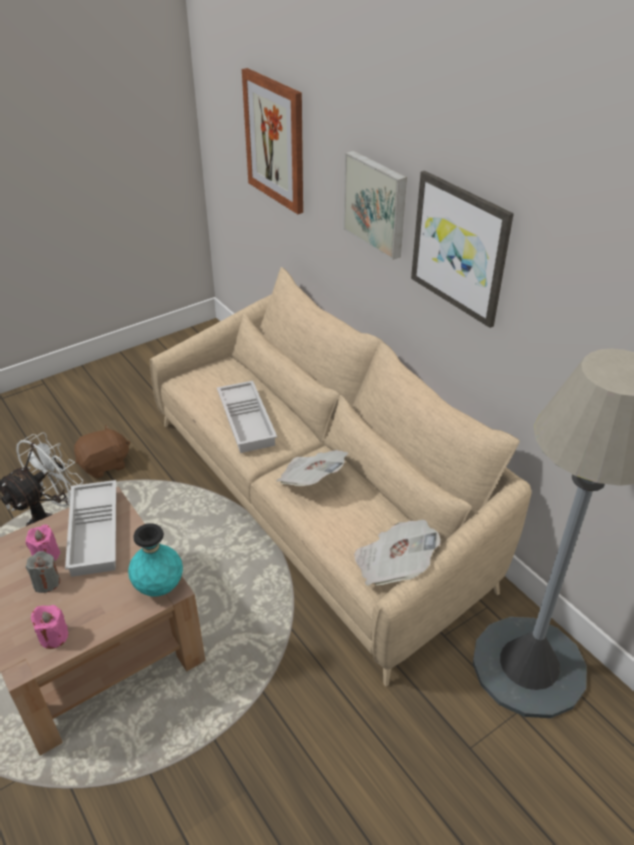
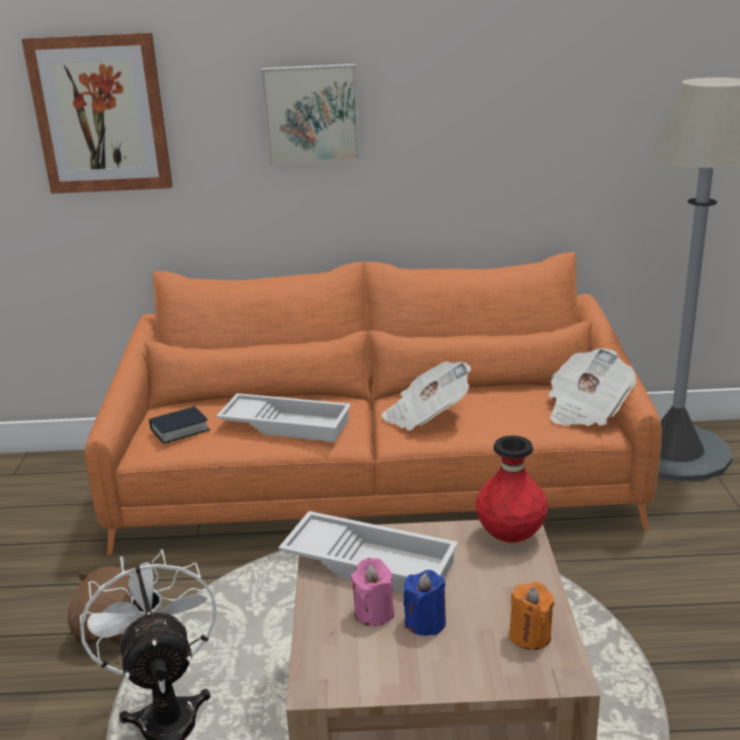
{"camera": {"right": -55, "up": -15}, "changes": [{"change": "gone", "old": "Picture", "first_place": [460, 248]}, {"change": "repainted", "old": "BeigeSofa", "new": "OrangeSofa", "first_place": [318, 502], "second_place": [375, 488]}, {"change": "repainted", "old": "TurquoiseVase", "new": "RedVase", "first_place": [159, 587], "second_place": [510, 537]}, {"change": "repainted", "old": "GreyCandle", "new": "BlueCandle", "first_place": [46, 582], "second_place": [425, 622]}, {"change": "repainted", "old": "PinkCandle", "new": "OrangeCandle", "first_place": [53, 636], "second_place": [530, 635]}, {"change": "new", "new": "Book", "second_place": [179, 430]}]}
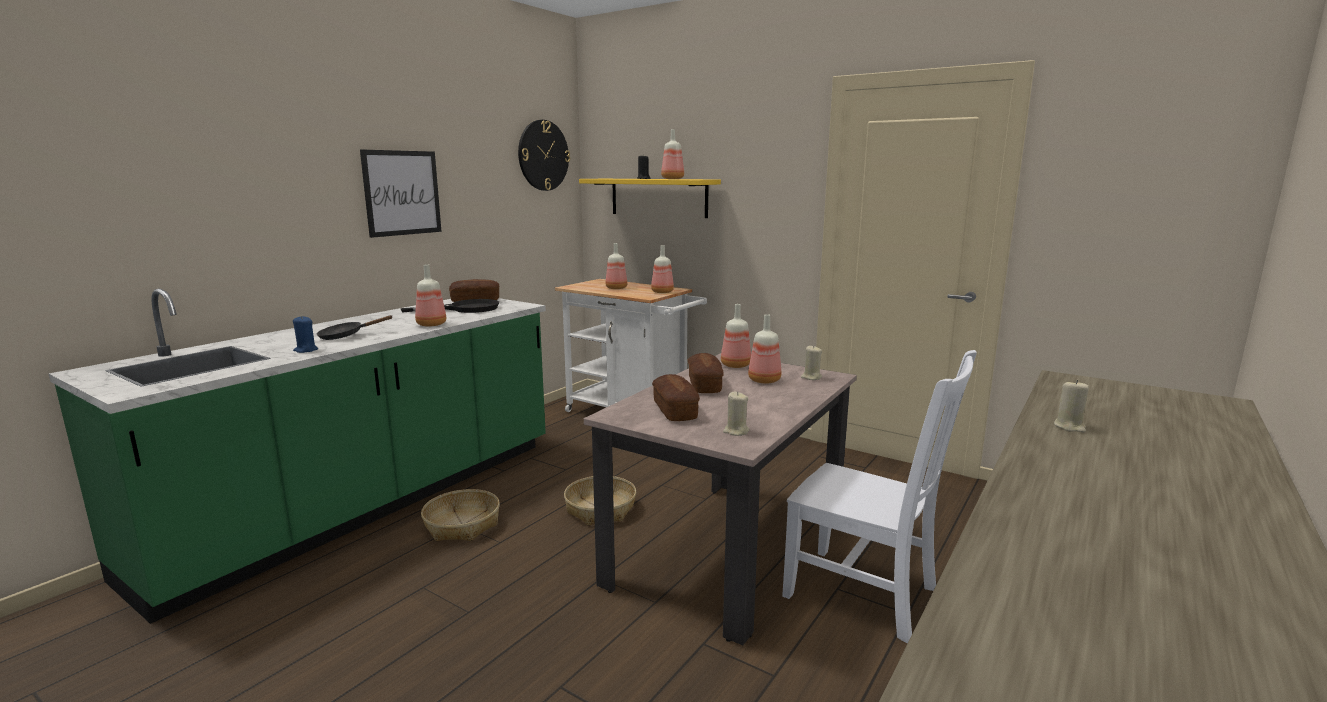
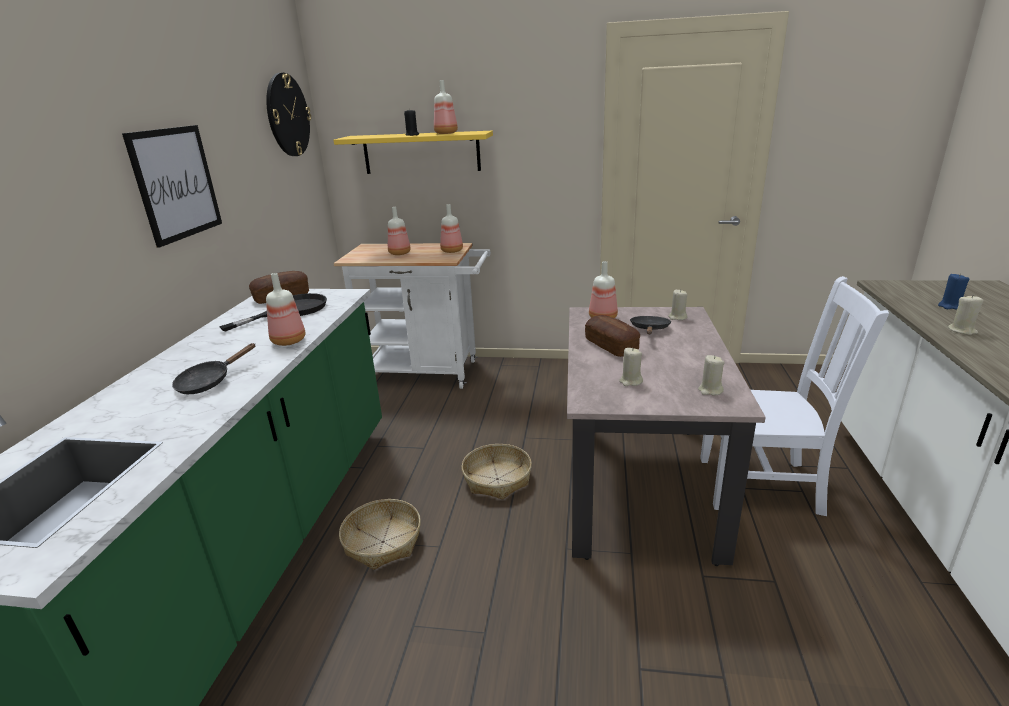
{"camera": {"right": -25, "up": 10}, "changes": [{"change": "swapped", "old": "Bottle", "new": "BlackFryingPan", "first_place": [765, 381], "second_place": [650, 329]}, {"change": "shifted", "old": "BlueCandle", "first_place": [306, 350], "second_place": [950, 306]}, {"change": "swapped", "old": "Bread", "new": "BeigeCandle", "first_place": [675, 410], "second_place": [630, 381]}]}
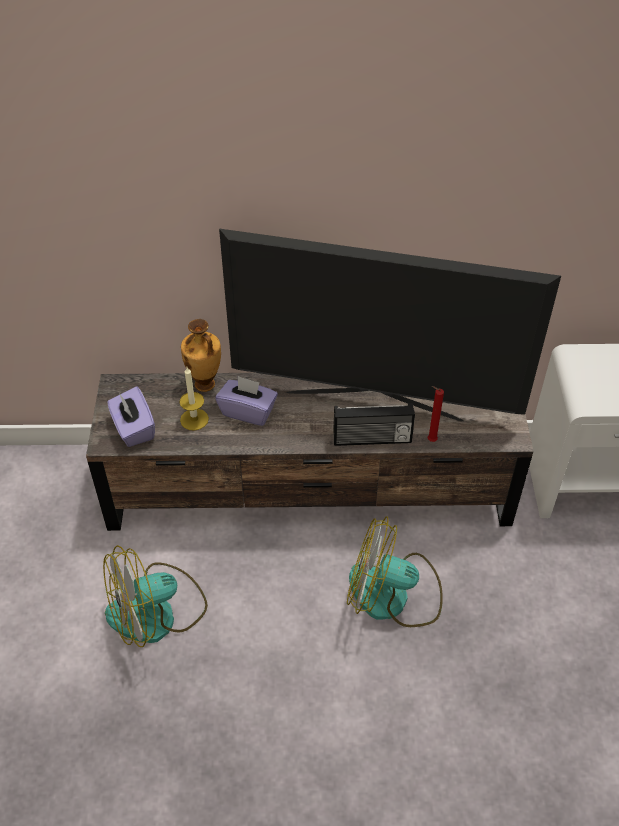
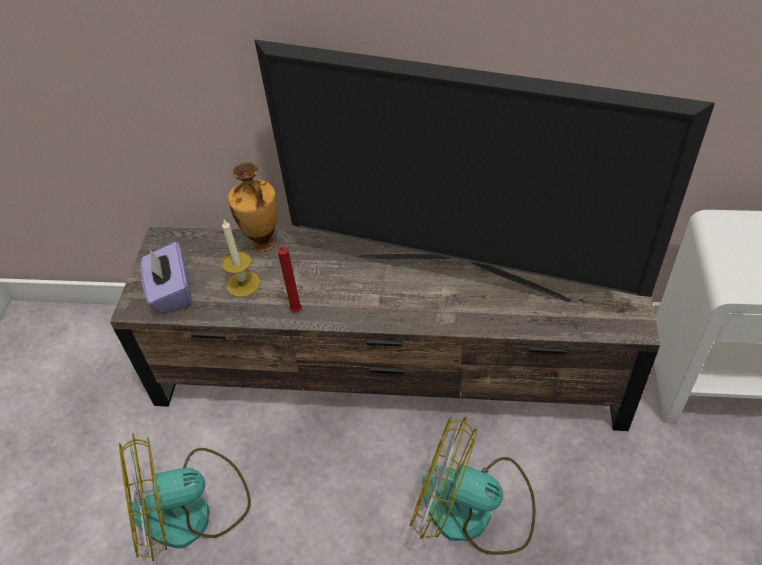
{"camera": {"right": 10, "up": 0}, "changes": [{"change": "gone", "old": "PurpleTissueBox", "first_place": [248, 411]}, {"change": "shifted", "old": "RedCandle", "first_place": [430, 440], "second_place": [294, 311]}, {"change": "gone", "old": "Radio", "first_place": [372, 440]}]}
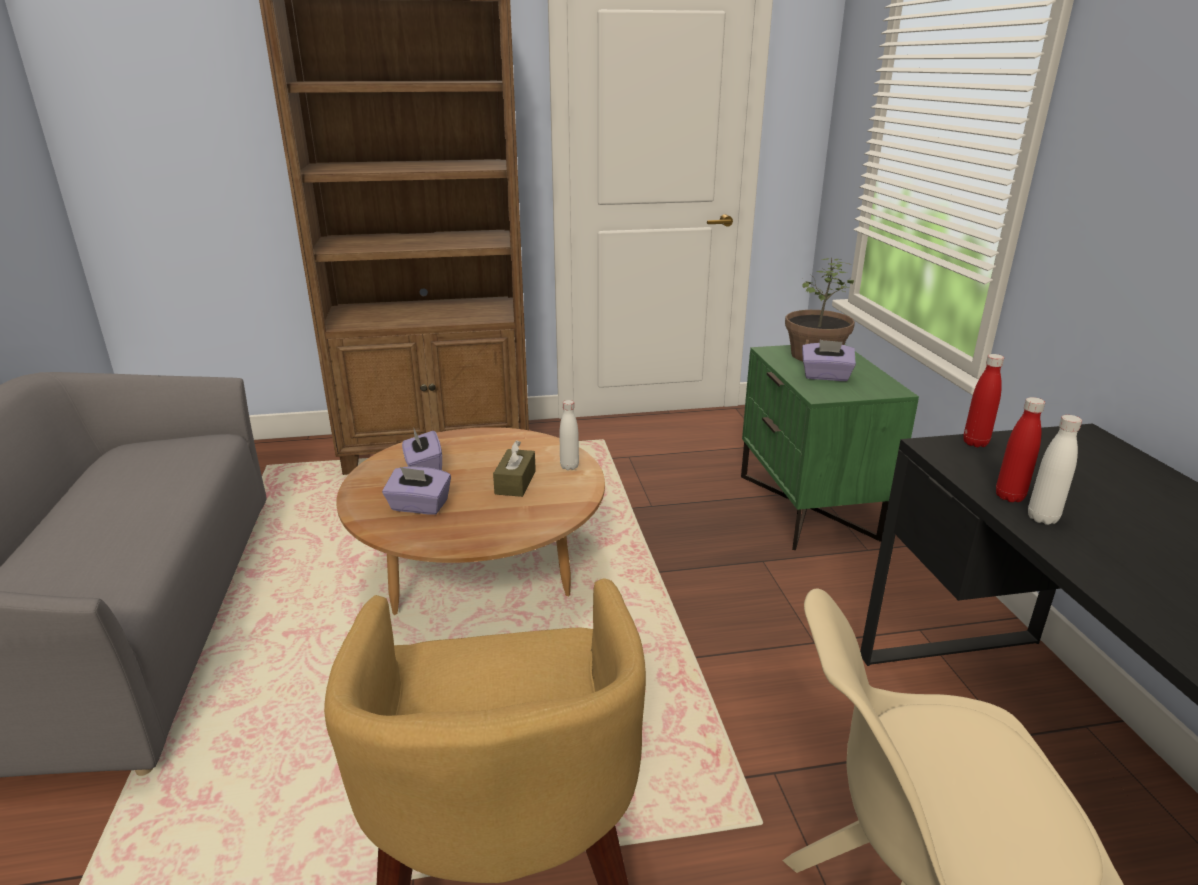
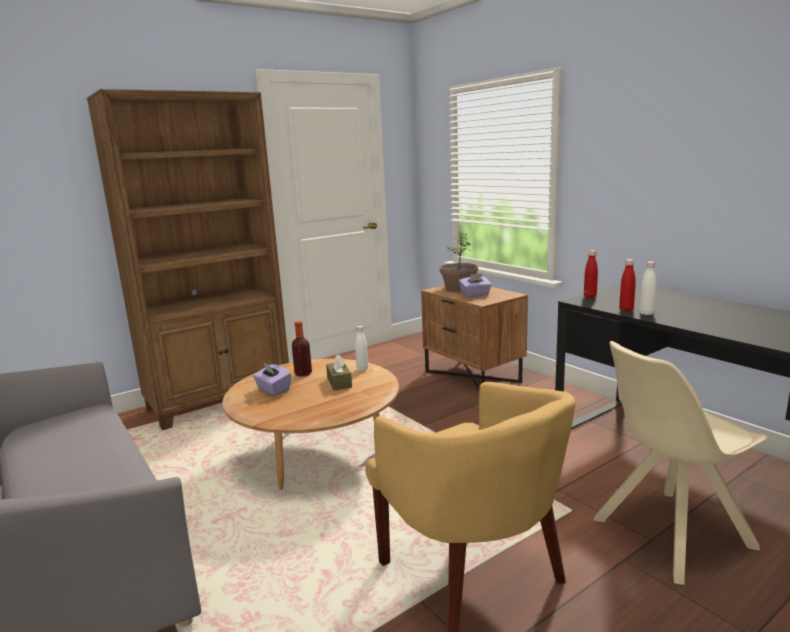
{"camera": {"right": -25, "up": -10}, "changes": [{"change": "repainted", "old": "GreenNightstand", "new": "BrownNightstand", "first_place": [809, 506], "second_place": [473, 376]}, {"change": "gone", "old": "PurpleTissueBox", "first_place": [419, 506]}, {"change": "new", "new": "Bottle", "second_place": [303, 373]}]}
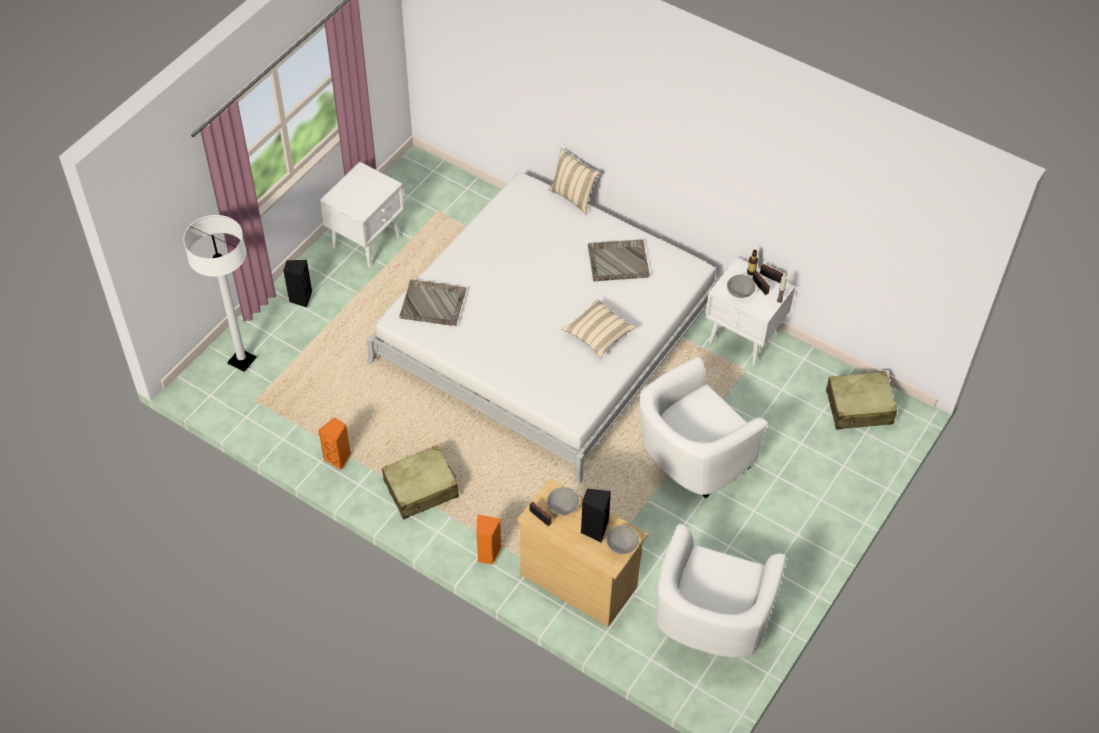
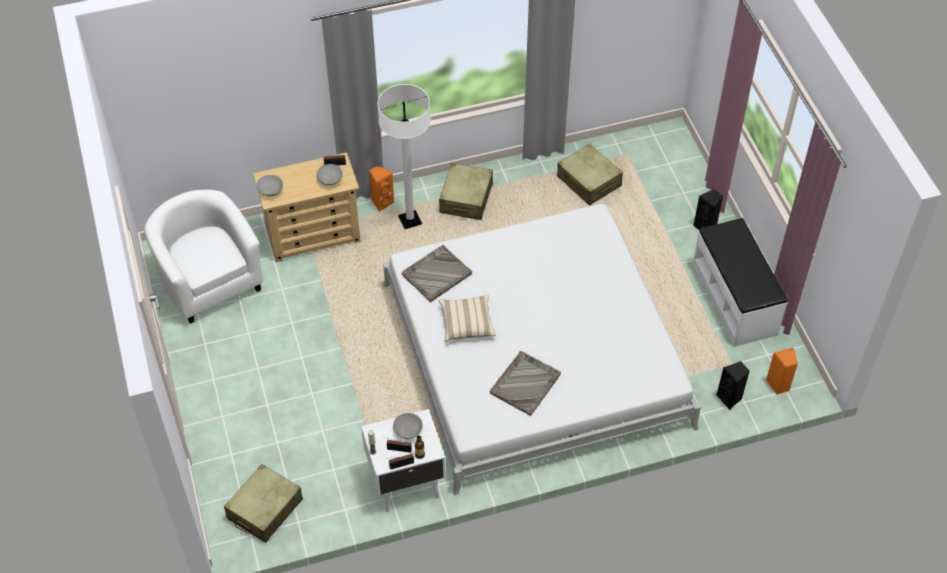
{"camera": {"right": 130, "up": 0}, "changes": [{"change": "gone", "old": "BeigePillow", "first_place": [573, 197]}, {"change": "swapped", "old": "WhiteNightstand", "new": "WhiteBench", "first_place": [367, 241], "second_place": [735, 299]}, {"change": "shifted", "old": "WhiteFloorLamp", "first_place": [242, 361], "second_place": [410, 220]}, {"change": "shifted", "old": "GreyTray", "first_place": [433, 304], "second_place": [436, 274]}, {"change": "gone", "old": "WhiteArmchair", "first_place": [690, 459]}, {"change": "shifted", "old": "OrangeSpeaker", "first_place": [338, 458], "second_place": [778, 385]}, {"change": "shifted", "old": "BlackSpeaker", "first_place": [594, 529], "second_place": [730, 398]}, {"change": "new", "new": "BeigeSuitcase", "second_place": [589, 181]}]}
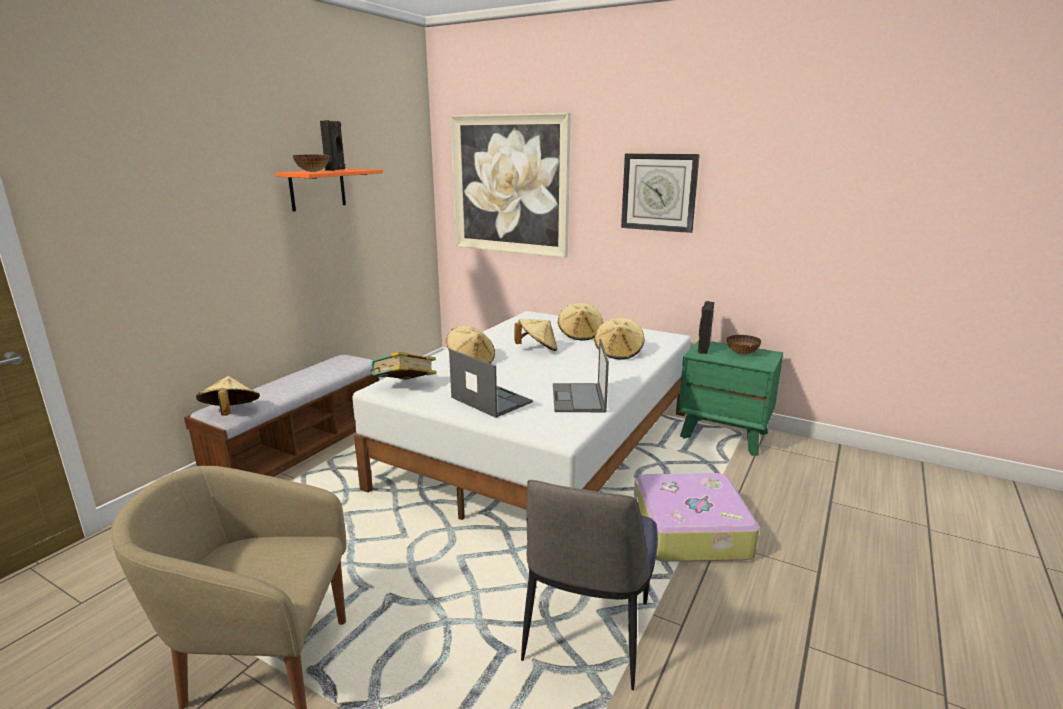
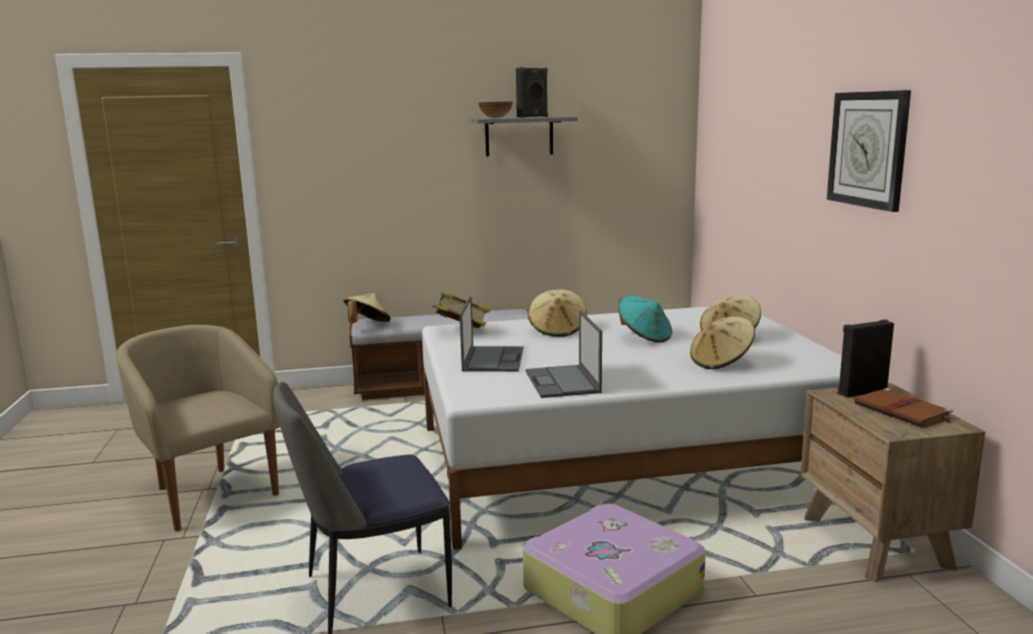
{"camera": {"right": 50, "up": -5}, "changes": [{"change": "gone", "old": "Picture", "first_place": [509, 185]}, {"change": "repainted", "old": "OrangeShelf", "new": "GreyShelf", "first_place": [317, 189], "second_place": [519, 136]}, {"change": "repainted", "old": "BeigeHat", "new": "TurquoiseHat", "first_place": [537, 349], "second_place": [644, 337]}, {"change": "swapped", "old": "Bowl", "new": "BrownBook", "first_place": [741, 353], "second_place": [903, 412]}, {"change": "rotated", "old": "Laptop", "first_place": [578, 398], "second_place": [563, 382], "degrees": -60}, {"change": "repainted", "old": "GreenNightstand", "new": "BrownNightstand", "first_place": [724, 435], "second_place": [876, 542]}]}
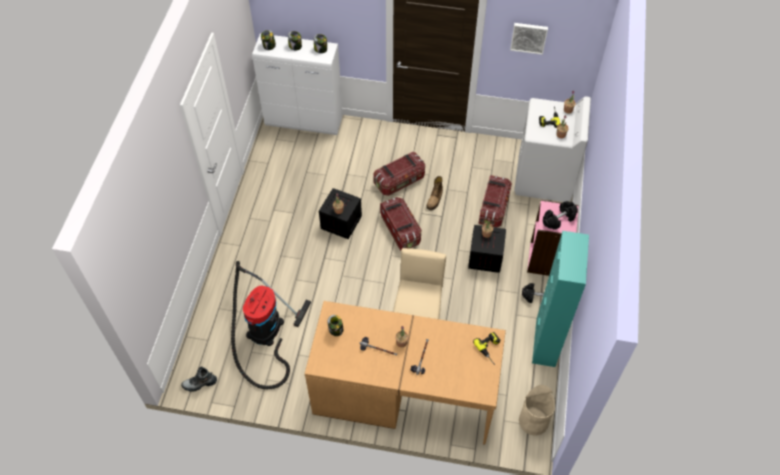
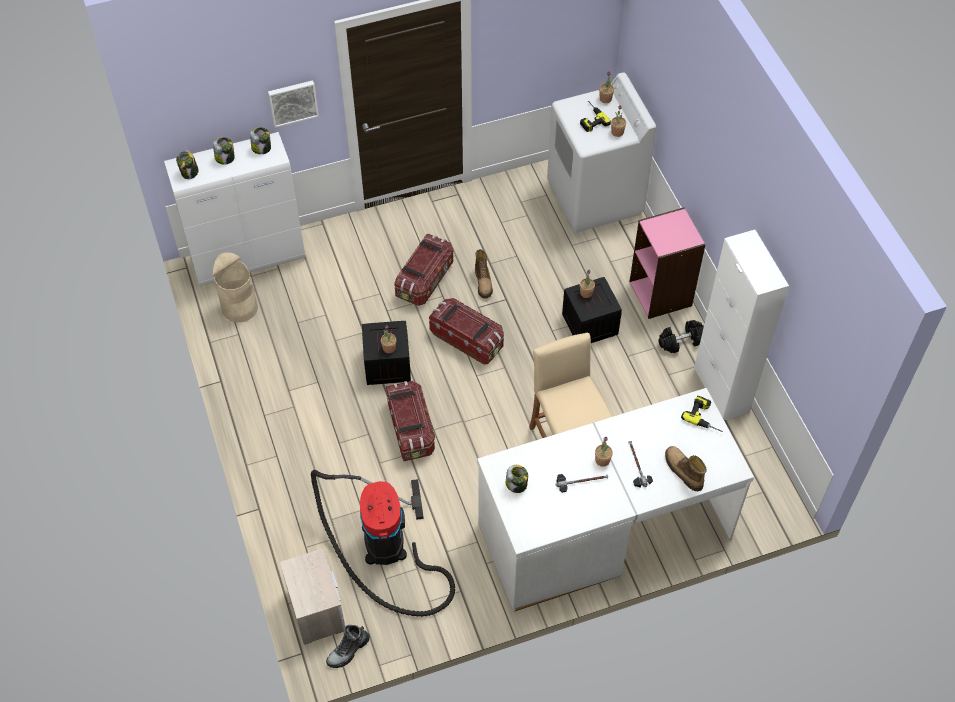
{"camera": {"right": -30, "up": 0}, "changes": [{"change": "shifted", "old": "Picture", "first_place": [529, 37], "second_place": [293, 102]}, {"change": "shifted", "old": "StorageBox", "first_place": [493, 208], "second_place": [410, 429]}, {"change": "gone", "old": "BlackDumbbell", "first_place": [559, 219]}, {"change": "repainted", "old": "TurquoiseCabinet", "new": "WhiteCabinet", "first_place": [545, 342], "second_place": [721, 390]}, {"change": "repainted", "old": "BrownDesk", "new": "WhiteDesk", "first_place": [404, 392], "second_place": [603, 529]}, {"change": "shifted", "old": "BeigeTrashCan", "first_place": [533, 421], "second_place": [240, 307]}, {"change": "new", "new": "Boot", "second_place": [682, 471]}, {"change": "new", "new": "Nightstand", "second_place": [316, 609]}]}
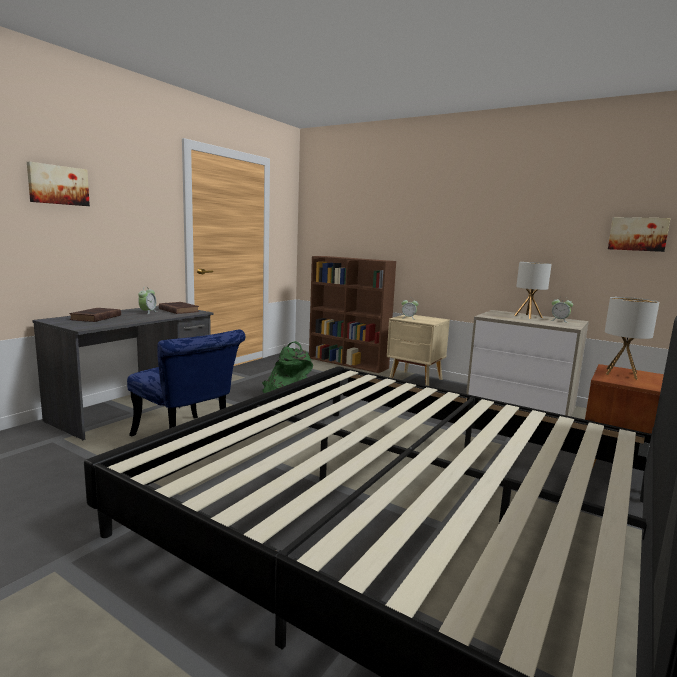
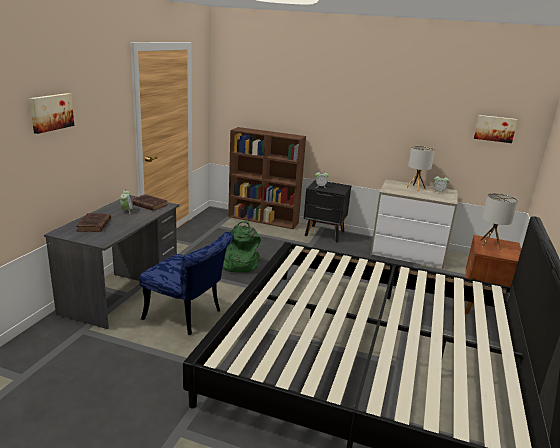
{"camera": {"right": -15, "up": 10}, "changes": [{"change": "repainted", "old": "BeigeNightstand", "new": "BlackNightstand", "first_place": [416, 380], "second_place": [325, 234]}]}
